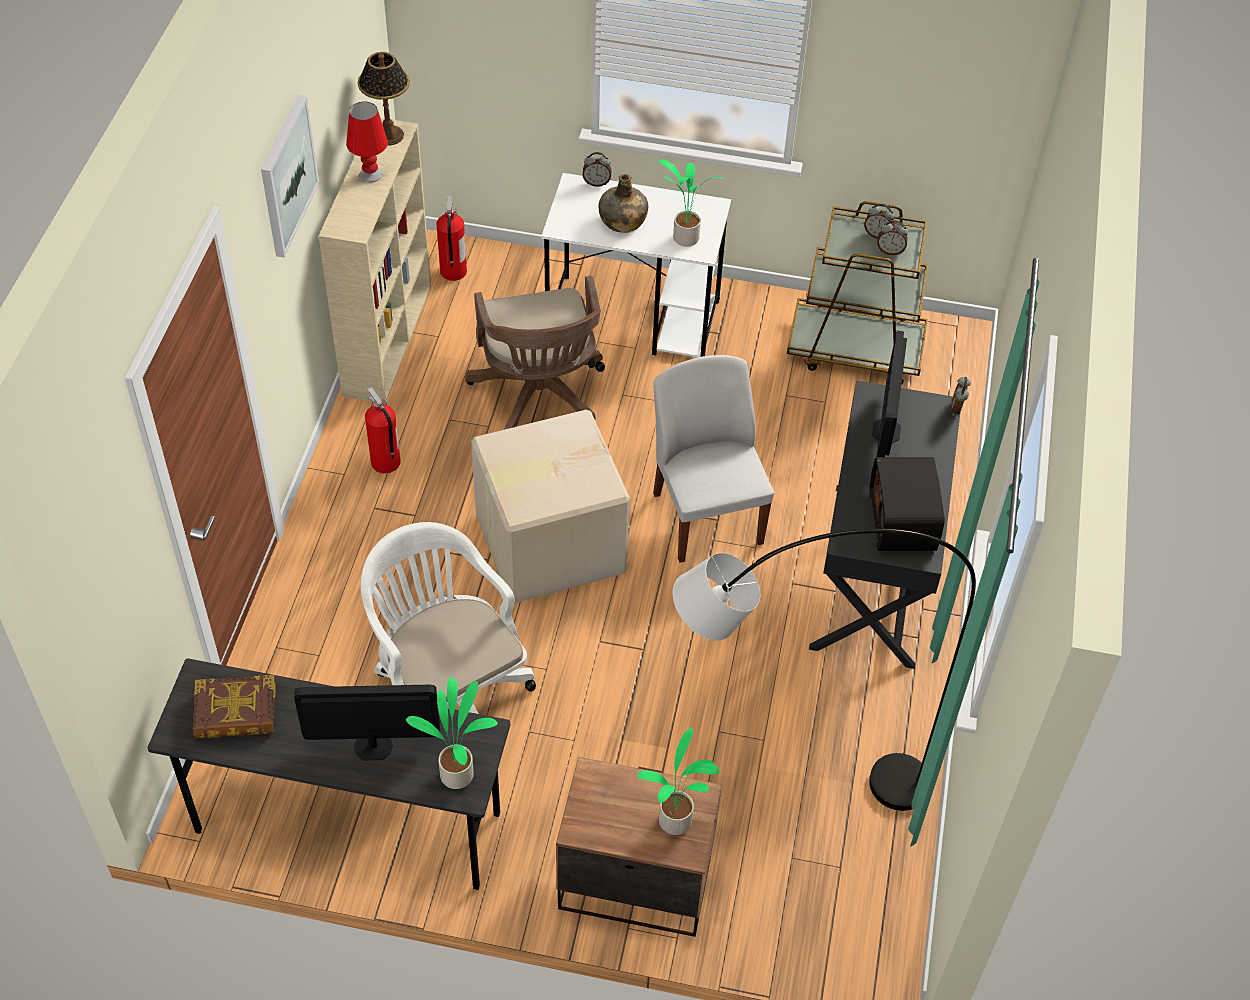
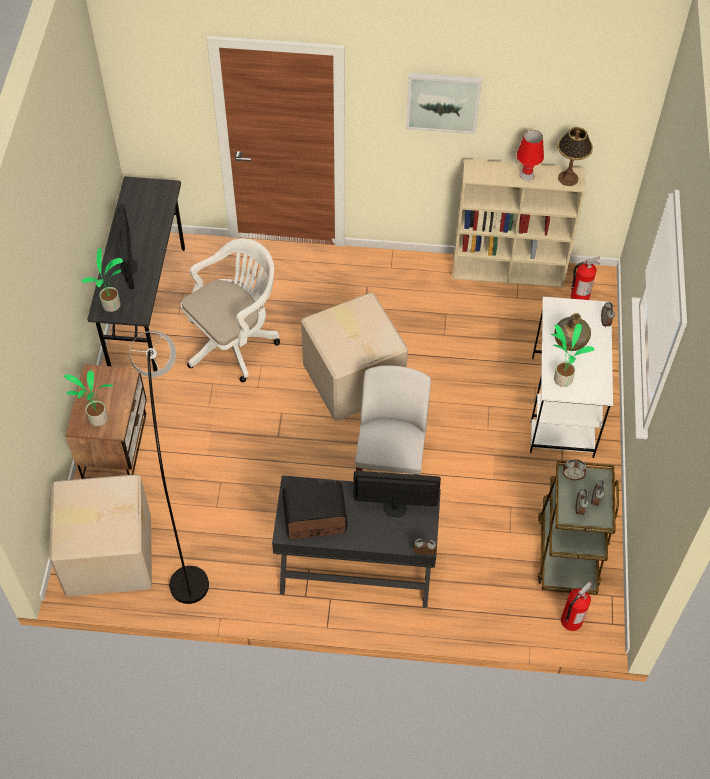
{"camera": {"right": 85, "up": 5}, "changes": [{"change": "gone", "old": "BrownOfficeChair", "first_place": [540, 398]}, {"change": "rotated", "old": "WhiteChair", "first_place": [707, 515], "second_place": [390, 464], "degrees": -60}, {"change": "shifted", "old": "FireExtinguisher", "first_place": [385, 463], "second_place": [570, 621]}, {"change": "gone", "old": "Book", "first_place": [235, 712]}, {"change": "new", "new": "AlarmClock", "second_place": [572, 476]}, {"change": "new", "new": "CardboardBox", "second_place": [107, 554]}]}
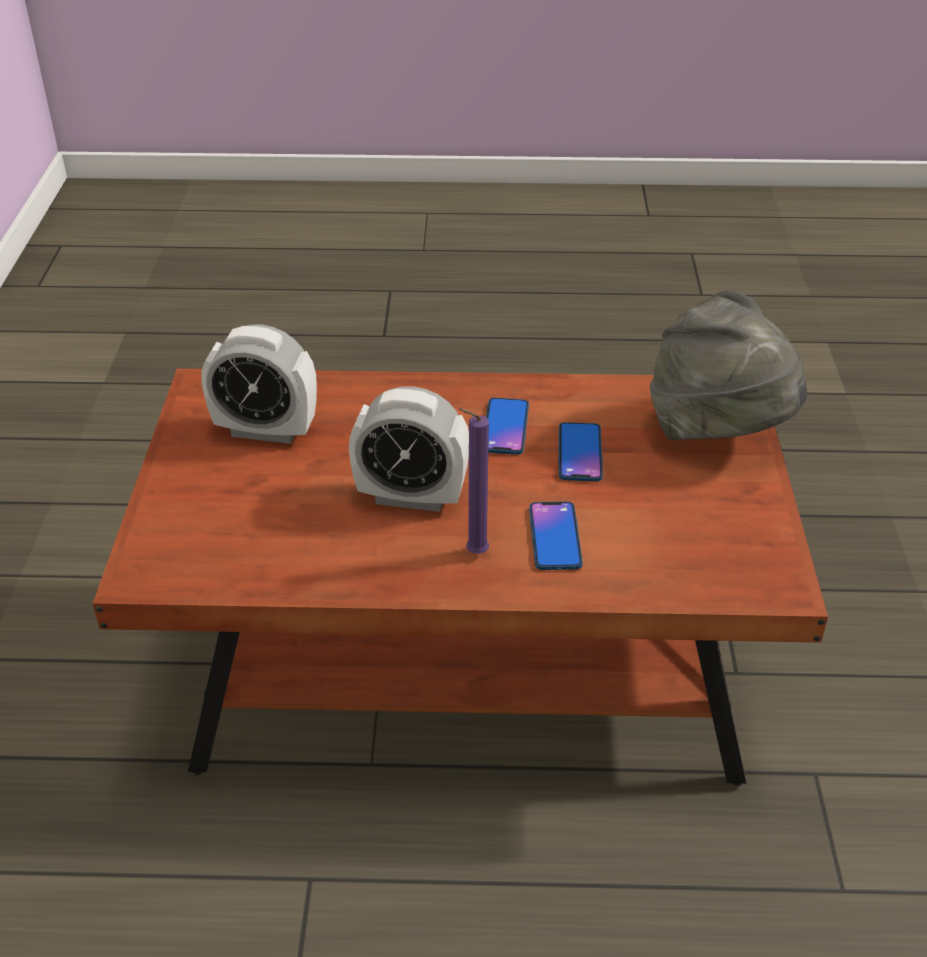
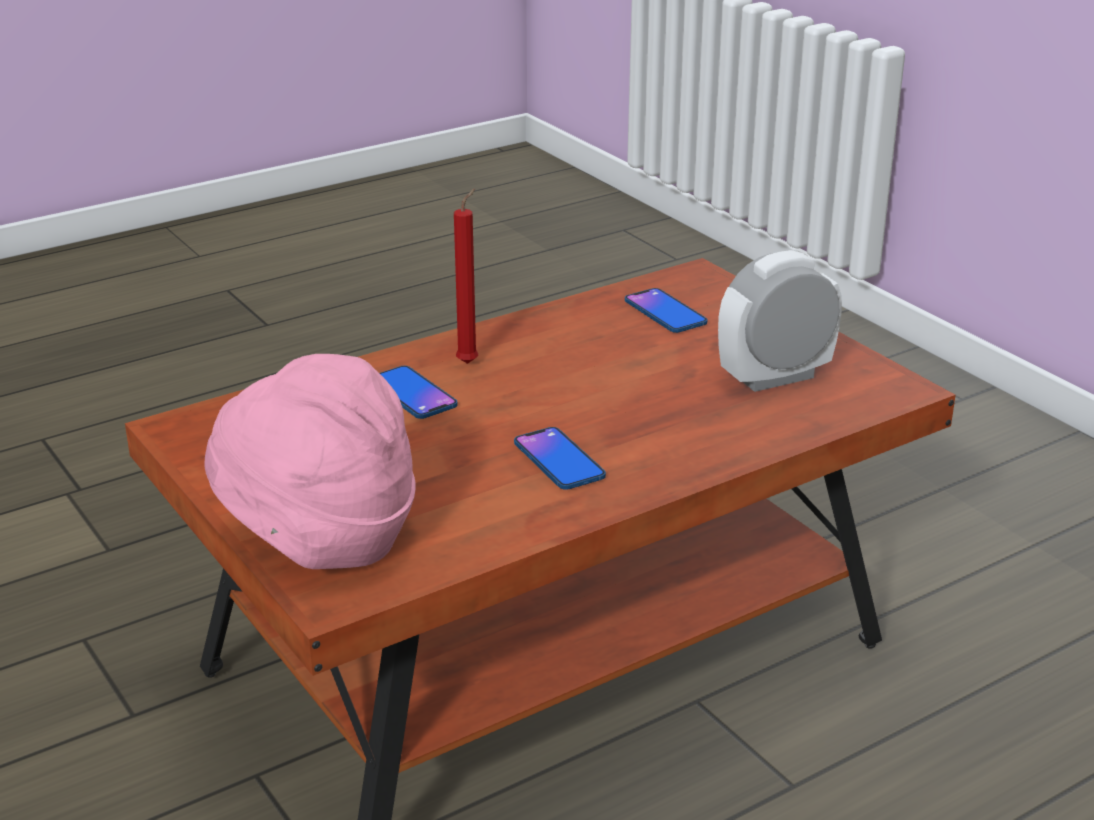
{"camera": {"right": 145, "up": -10}, "changes": [{"change": "repainted", "old": "GreyHat", "new": "PinkHat", "first_place": [718, 433], "second_place": [319, 540]}, {"change": "gone", "old": "AlarmClock", "first_place": [411, 497]}, {"change": "repainted", "old": "PurpleCandle", "new": "RedCandle", "first_place": [473, 554], "second_place": [470, 362]}, {"change": "shifted", "old": "Phone", "first_place": [580, 453], "second_place": [665, 312]}]}
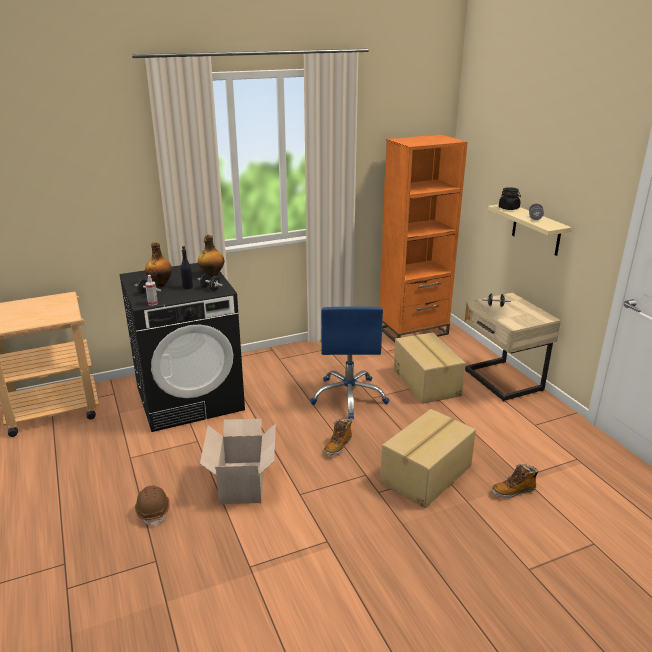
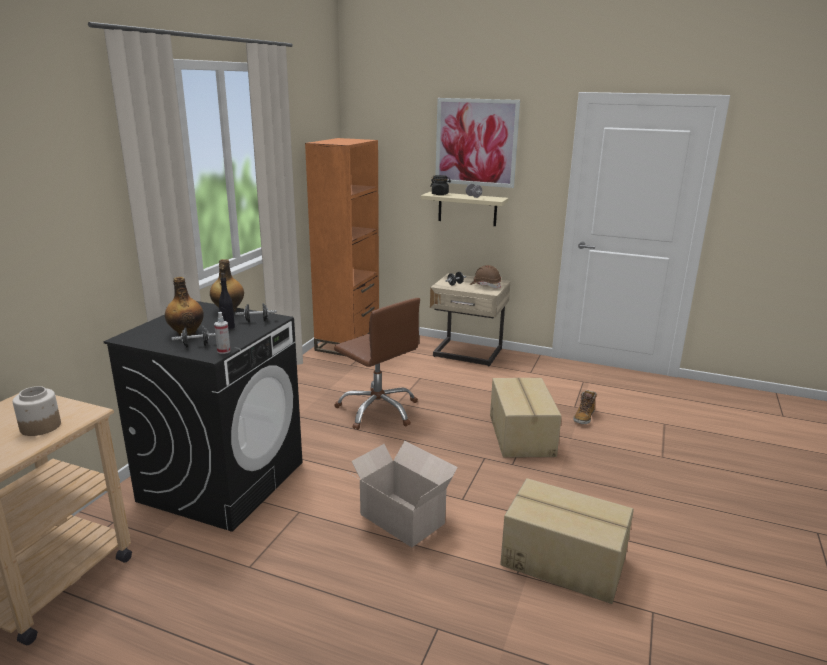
{"camera": {"right": -45, "up": -5}, "changes": [{"change": "repainted", "old": "BlueOfficeChair", "new": "BrownOfficeChair", "first_place": [349, 397], "second_place": [378, 410]}, {"change": "shifted", "old": "CardboardBox", "first_place": [427, 382], "second_place": [563, 560]}, {"change": "gone", "old": "Boot", "first_place": [338, 446]}, {"change": "shifted", "old": "BrownHardHat", "first_place": [153, 511], "second_place": [485, 286]}, {"change": "new", "new": "Picture", "second_place": [476, 142]}, {"change": "new", "new": "Jar", "second_place": [40, 427]}]}
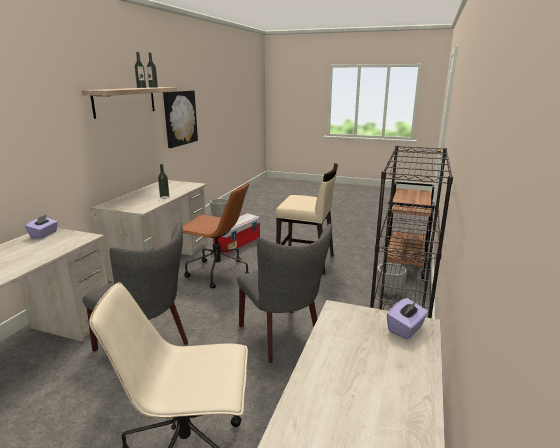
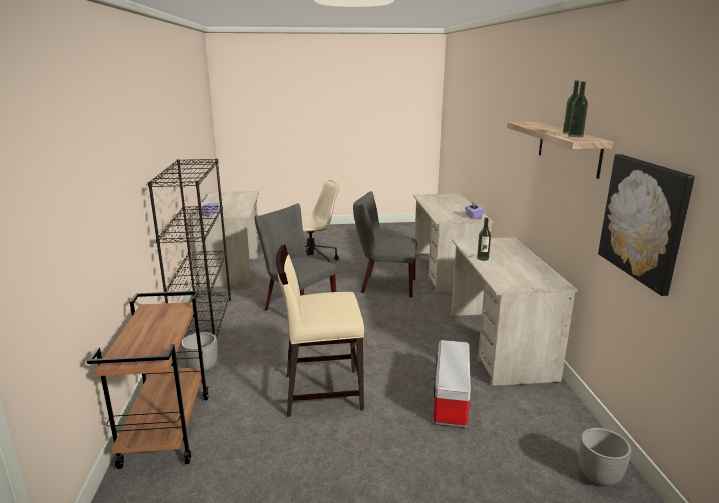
{"camera": {"right": 155, "up": 0}, "changes": [{"change": "gone", "old": "BrownOfficeChair", "first_place": [217, 272]}]}
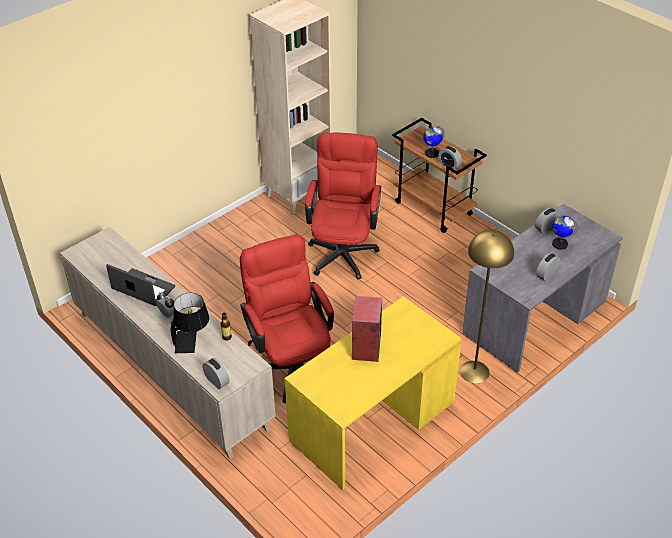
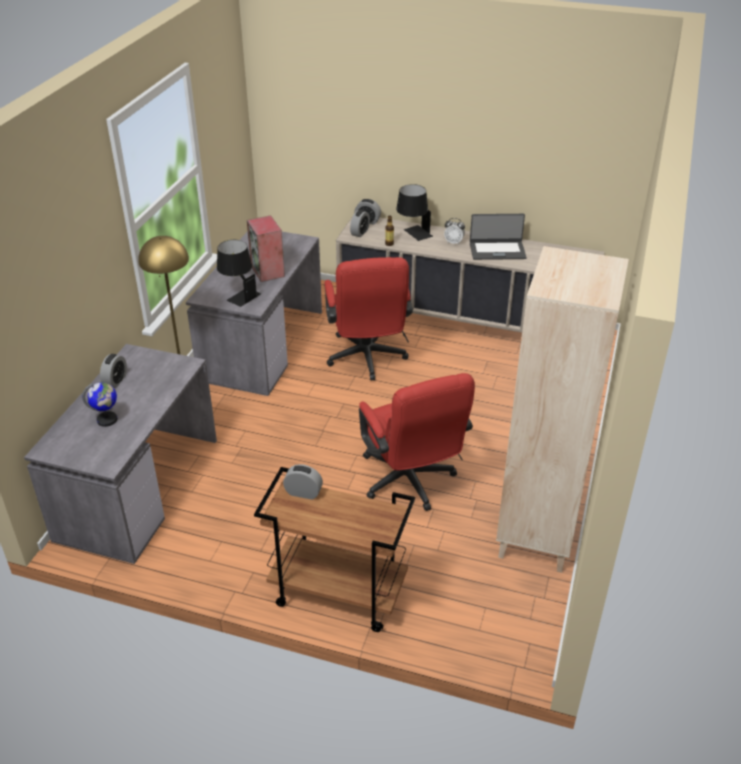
{"camera": {"right": 150, "up": -5}, "changes": [{"change": "gone", "old": "Globe", "first_place": [431, 153]}, {"change": "shifted", "old": "AlarmClock", "first_place": [546, 228], "second_place": [360, 232]}, {"change": "rotated", "old": "RedOfficeChair", "first_place": [291, 363], "second_place": [367, 360], "degrees": 45}, {"change": "repainted", "old": "YellowDesk", "new": "GreyDesk", "first_place": [372, 422], "second_place": [262, 344]}, {"change": "new", "new": "BlackTableLamp", "second_place": [238, 295]}]}
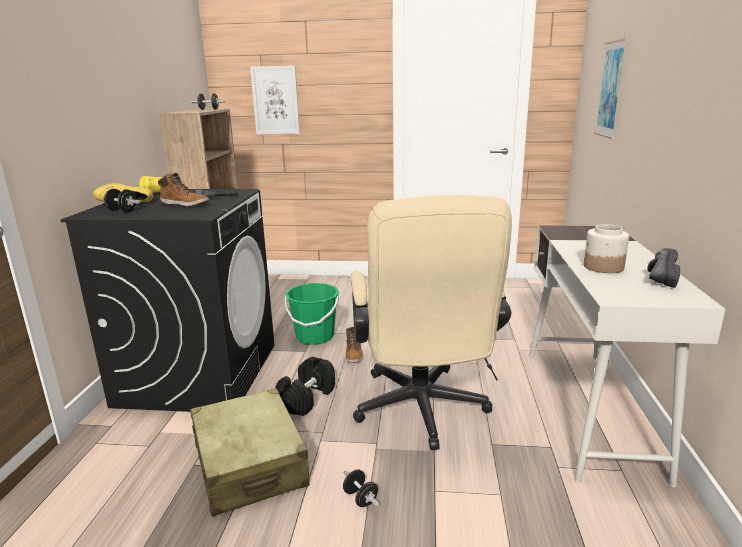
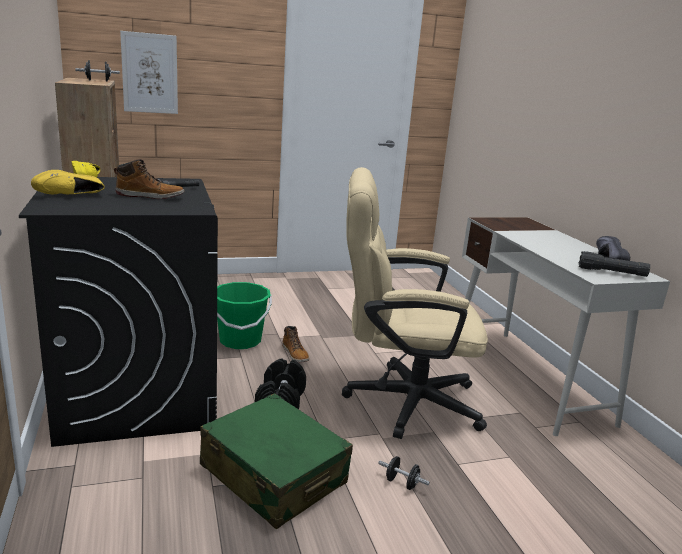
{"camera": {"right": -25, "up": 0}, "changes": [{"change": "gone", "old": "Picture", "first_place": [610, 89]}, {"change": "gone", "old": "BlackDumbbell", "first_place": [122, 211]}, {"change": "rotated", "old": "BeigeOfficeChair", "first_place": [422, 412], "second_place": [399, 400], "degrees": 120}, {"change": "gone", "old": "Jar", "first_place": [603, 267]}, {"change": "repainted", "old": "BeigeSuitcase", "new": "GreenSuitcase", "first_place": [250, 465], "second_place": [273, 475]}, {"change": "new", "new": "BlackFlashlight", "second_place": [611, 272]}]}
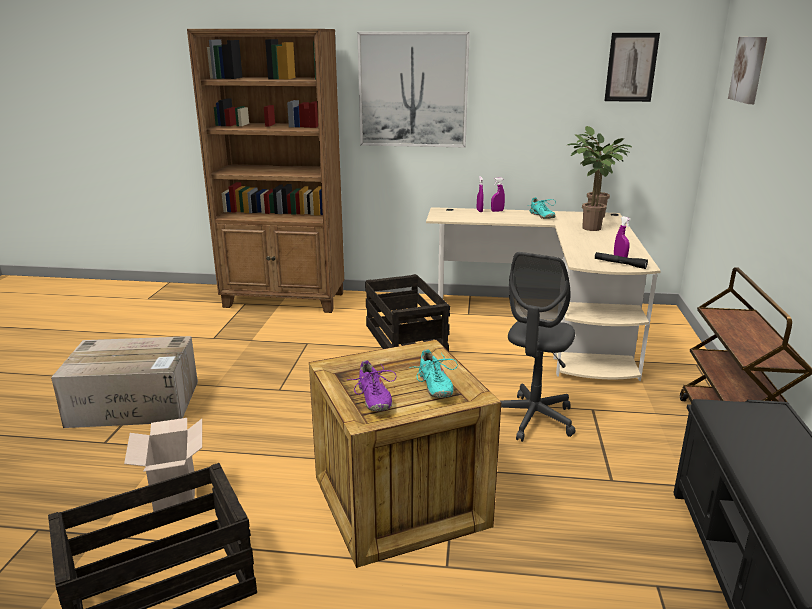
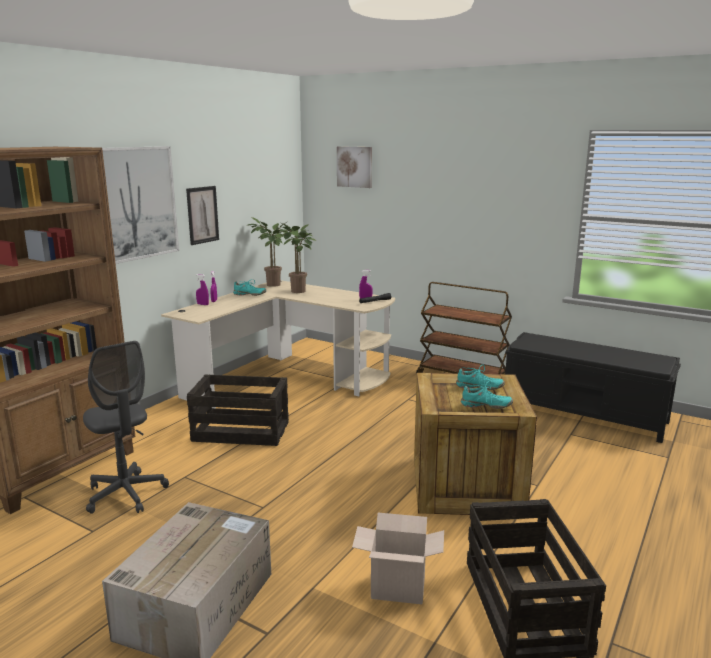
{"camera": {"right": -65, "up": -5}, "changes": [{"change": "shifted", "old": "Picture", "first_place": [631, 67], "second_place": [202, 215]}, {"change": "shifted", "old": "GreyOfficeChair", "first_place": [533, 419], "second_place": [126, 494]}, {"change": "repainted", "old": "PurpleShoe", "new": "TurquoiseShoe", "first_place": [373, 398], "second_place": [486, 406]}]}
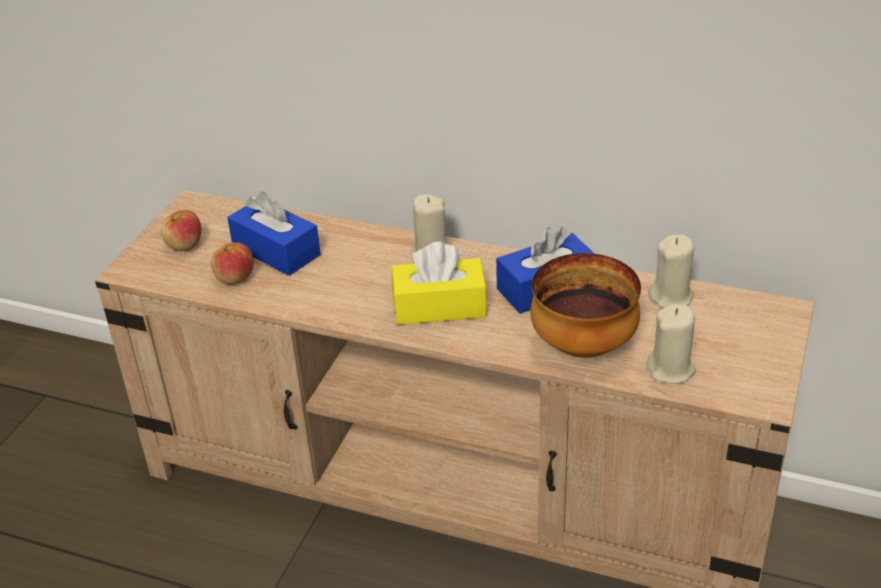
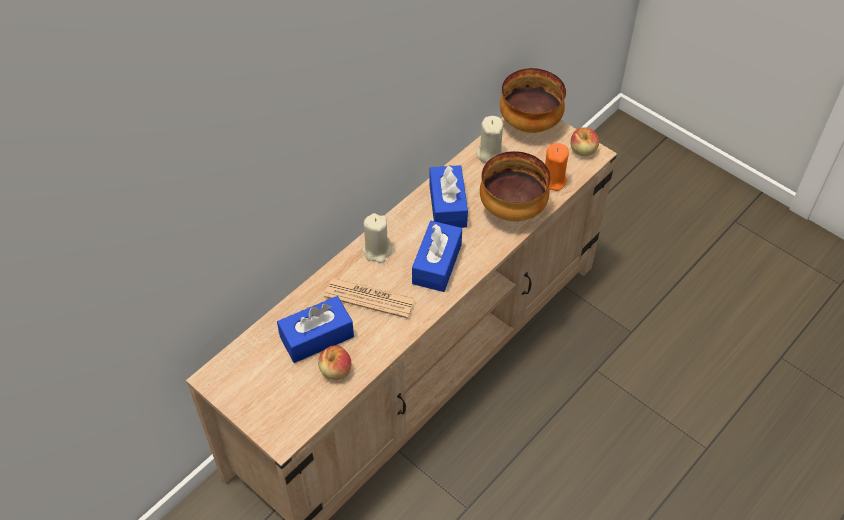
{"camera": {"right": -70, "up": 15}, "changes": [{"change": "shifted", "old": "Apple", "first_place": [184, 245], "second_place": [583, 150]}, {"change": "repainted", "old": "YellowTissueBox", "new": "BlueTissueBox", "first_place": [439, 306], "second_place": [437, 264]}, {"change": "repainted", "old": "BeigeCandle", "new": "OrangeCandle", "first_place": [671, 370], "second_place": [552, 180]}, {"change": "new", "new": "Bowl", "second_place": [530, 123]}, {"change": "new", "new": "Newspaper", "second_place": [370, 298]}]}
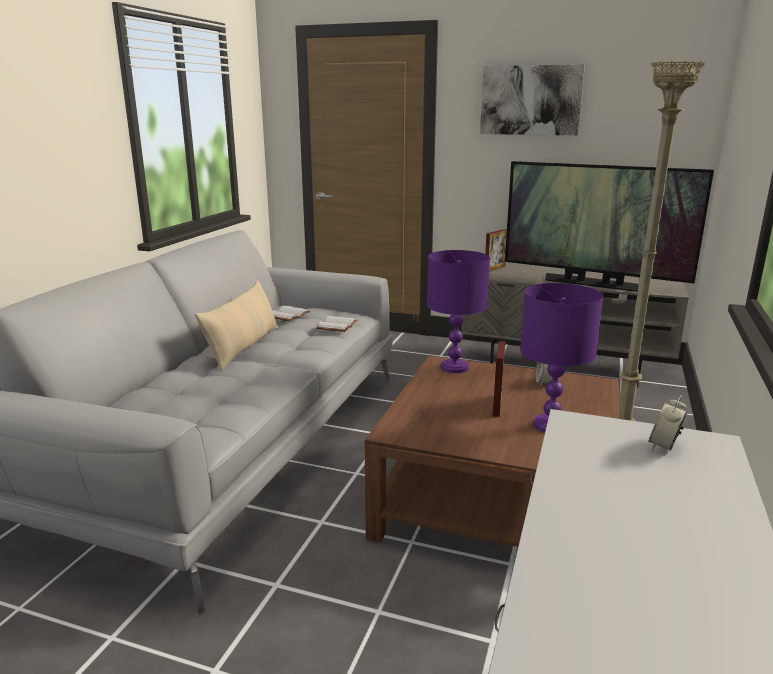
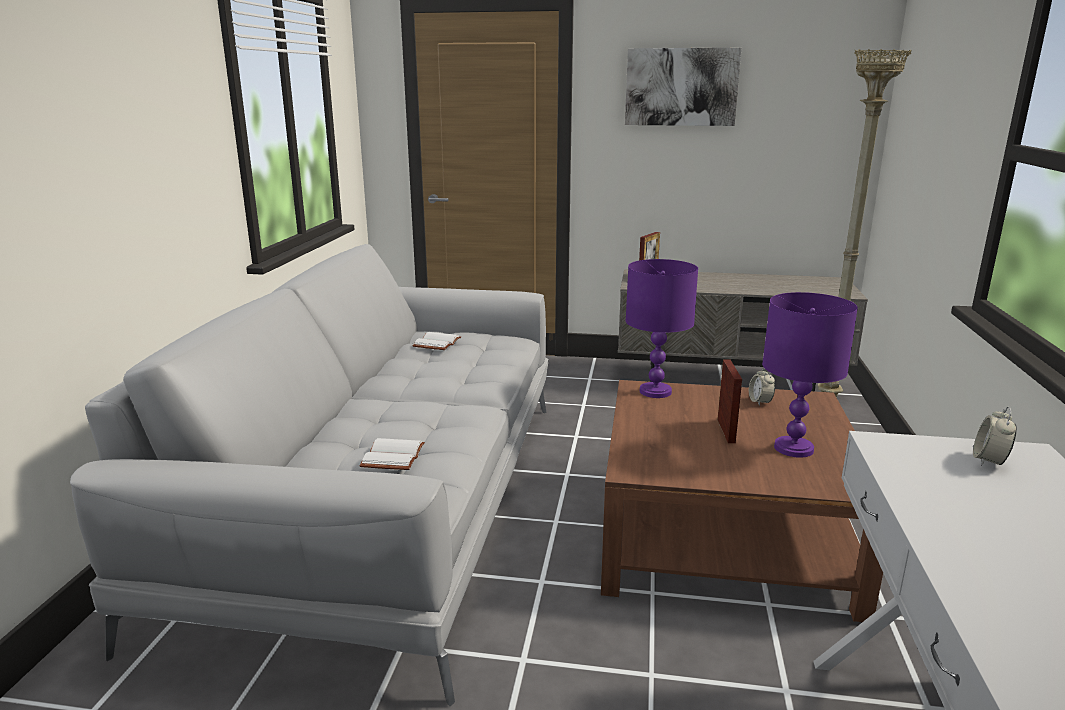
{"camera": {"right": -10, "up": 0}, "changes": [{"change": "gone", "old": "Television", "first_place": [592, 283]}, {"change": "gone", "old": "BeigePillow", "first_place": [244, 347]}, {"change": "shifted", "old": "WhiteBook", "first_place": [337, 326], "second_place": [394, 457]}]}
